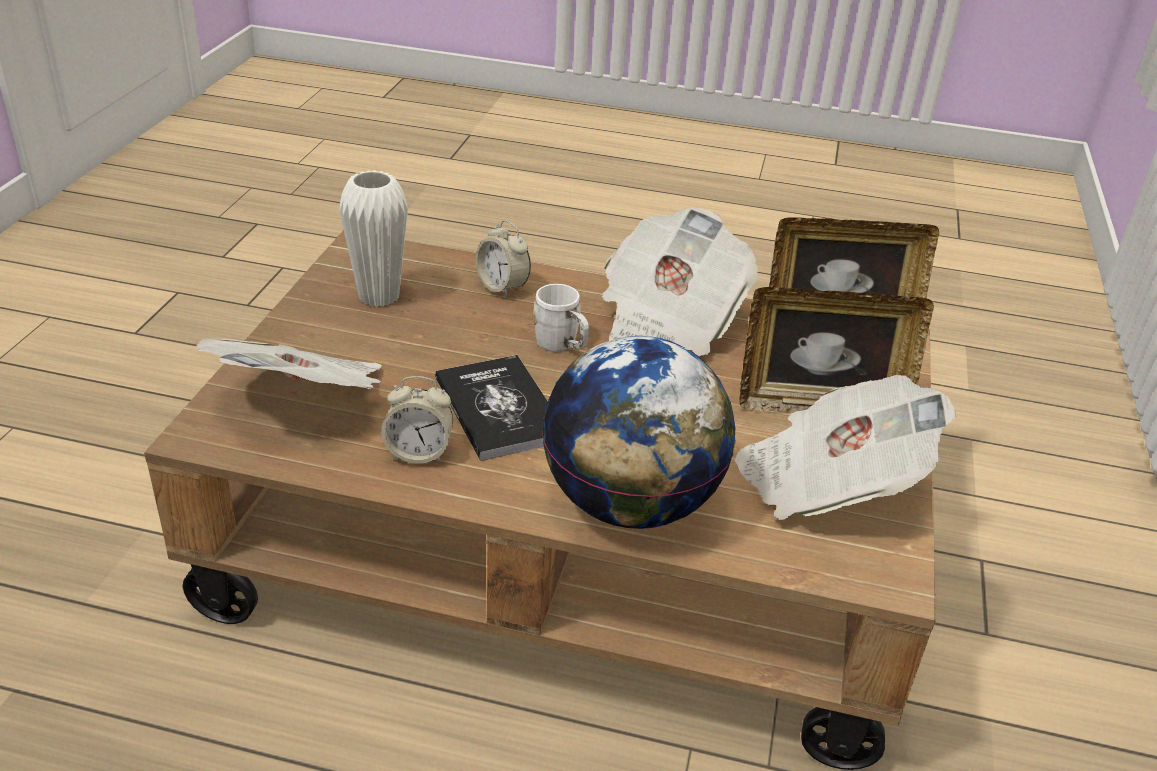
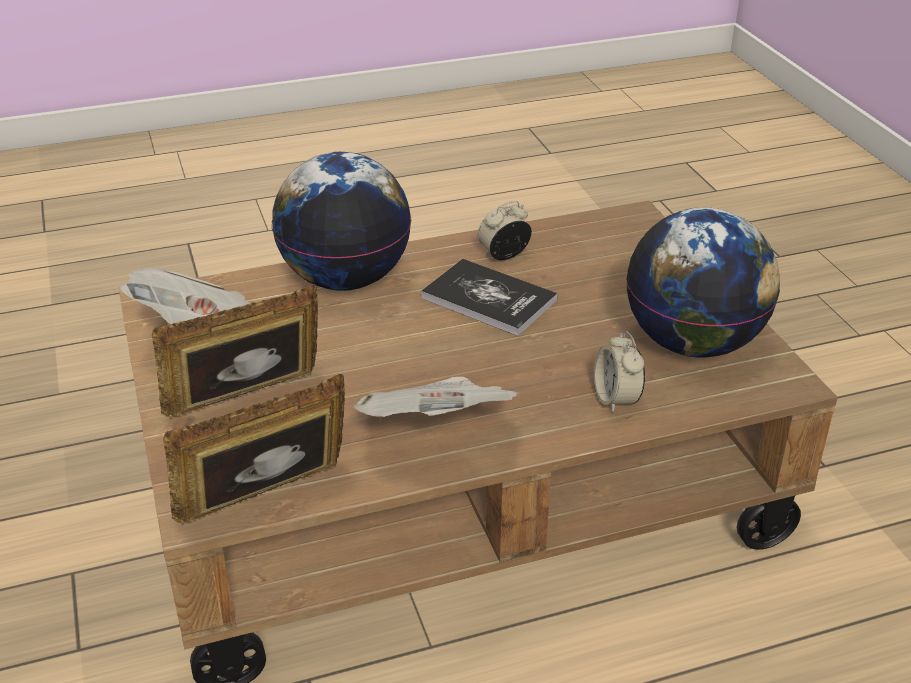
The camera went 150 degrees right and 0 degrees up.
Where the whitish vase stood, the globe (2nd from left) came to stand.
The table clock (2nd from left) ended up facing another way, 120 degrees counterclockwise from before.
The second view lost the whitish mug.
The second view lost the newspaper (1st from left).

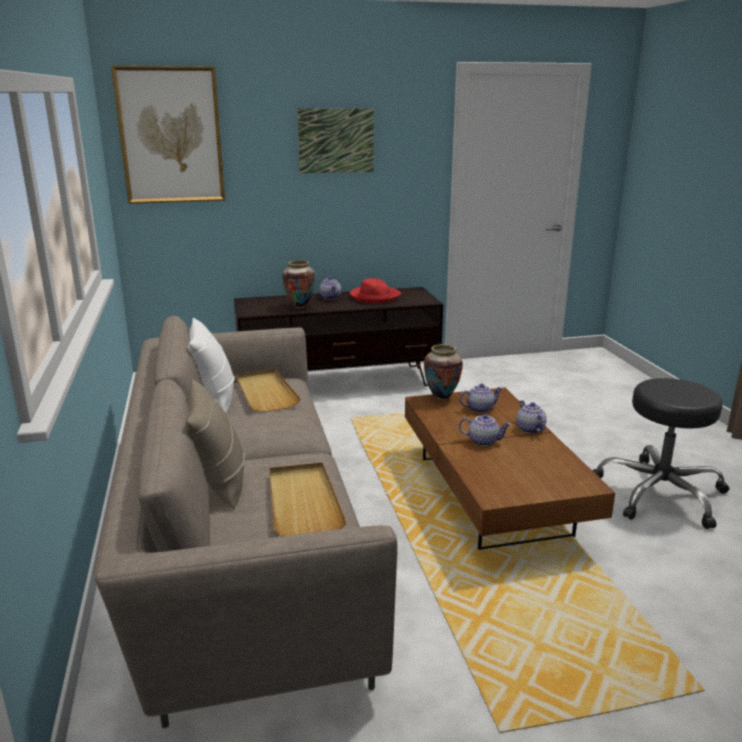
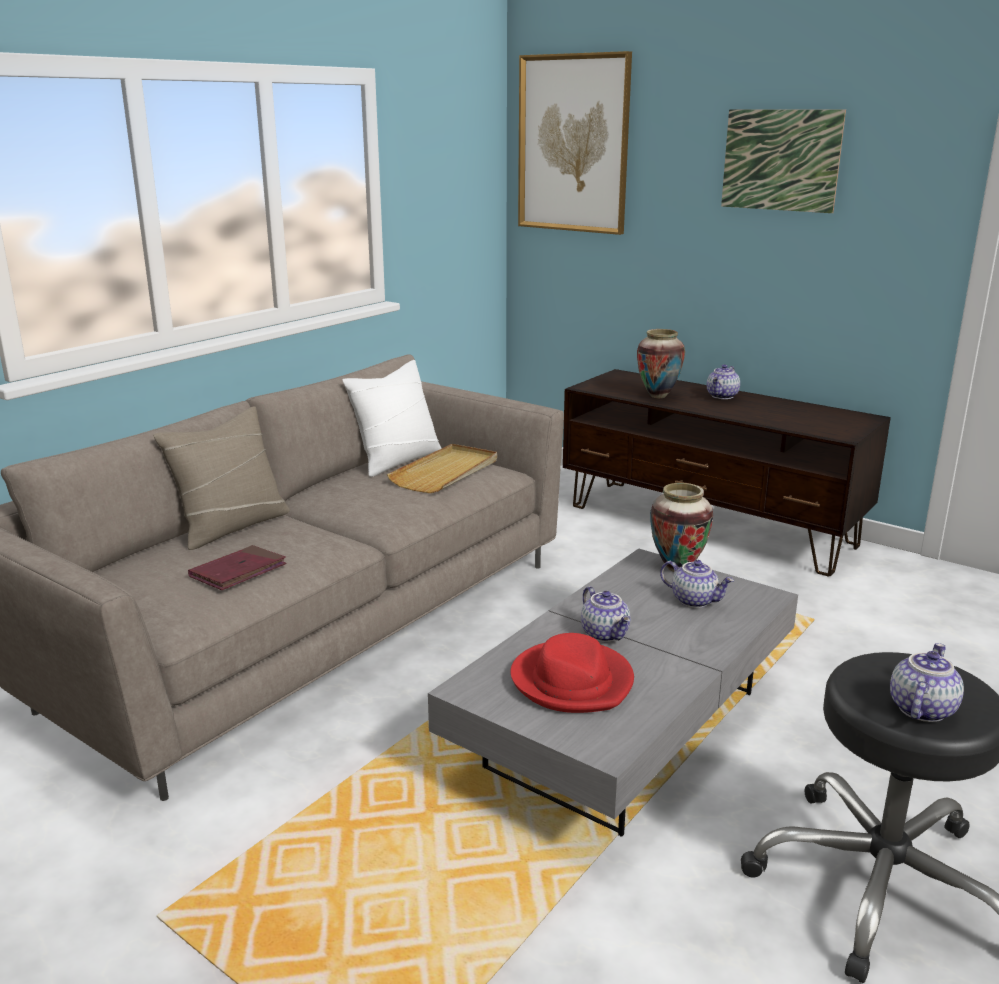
The camera went 50 degrees right and 0 degrees up.
The red-coloured clothing hat ended up elsewhere.
What was the brown-coloured low table turned into the greyish low table.
The pot for tea (4th from left) ended up elsewhere.
Where the sand-coloured carrying tray (2nd from left) stood, the red-coloured bound book came to stand.

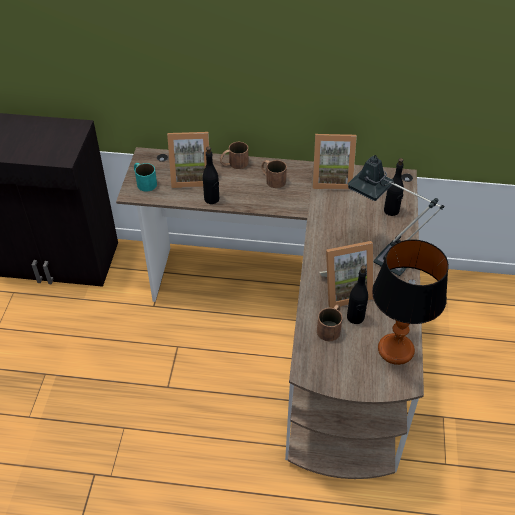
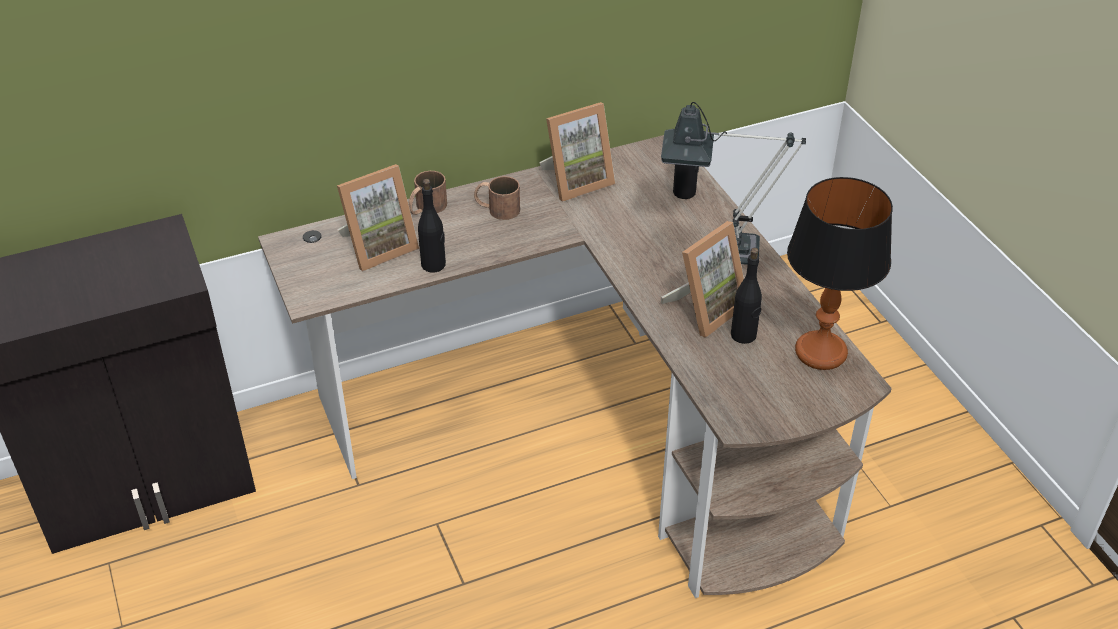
The camera went 30 degrees left and 5 degrees down.
The second view lost the turquoise mug.
The second view lost the brown-coloured mug (3rd from left).

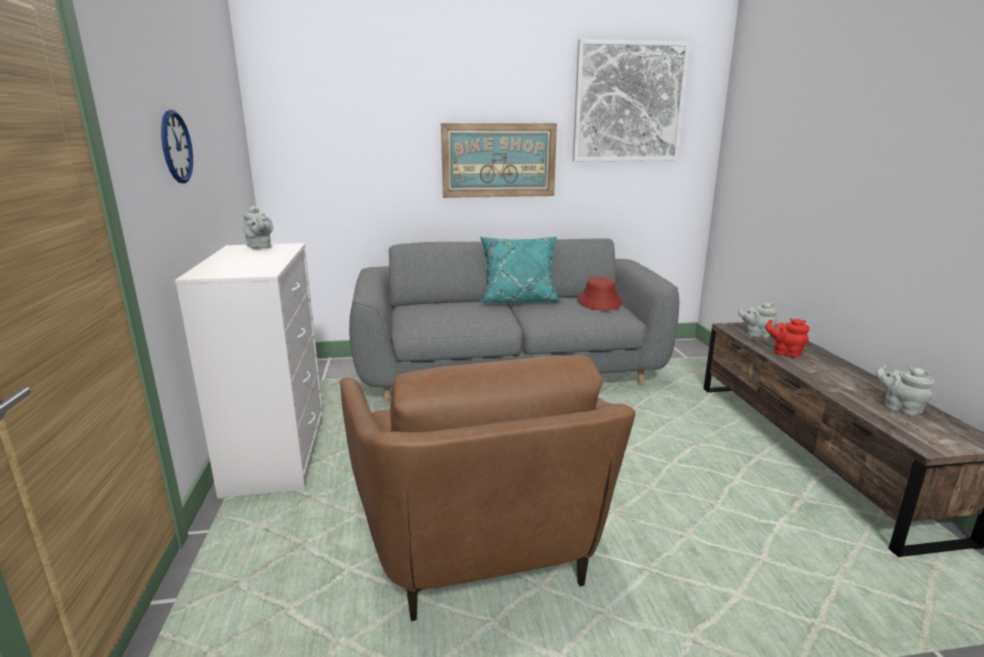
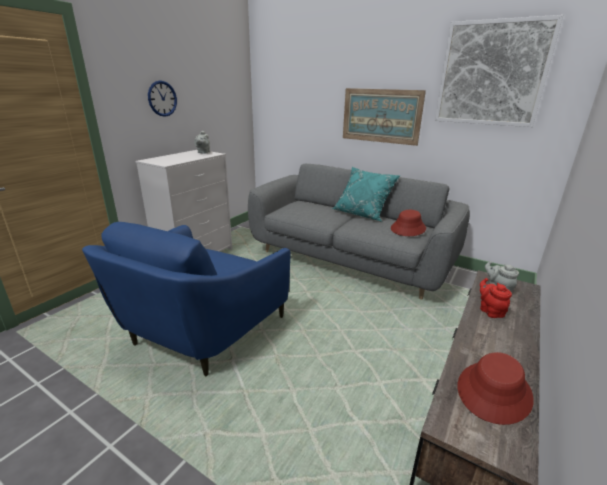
The camera went 40 degrees right and 5 degrees up.
What was the brown-coloured easy chair turned into the bluish easy chair.
Where the greyish pot for tea (3rd from left) stood, the red-coloured clothing hat (2nd from left) came to stand.

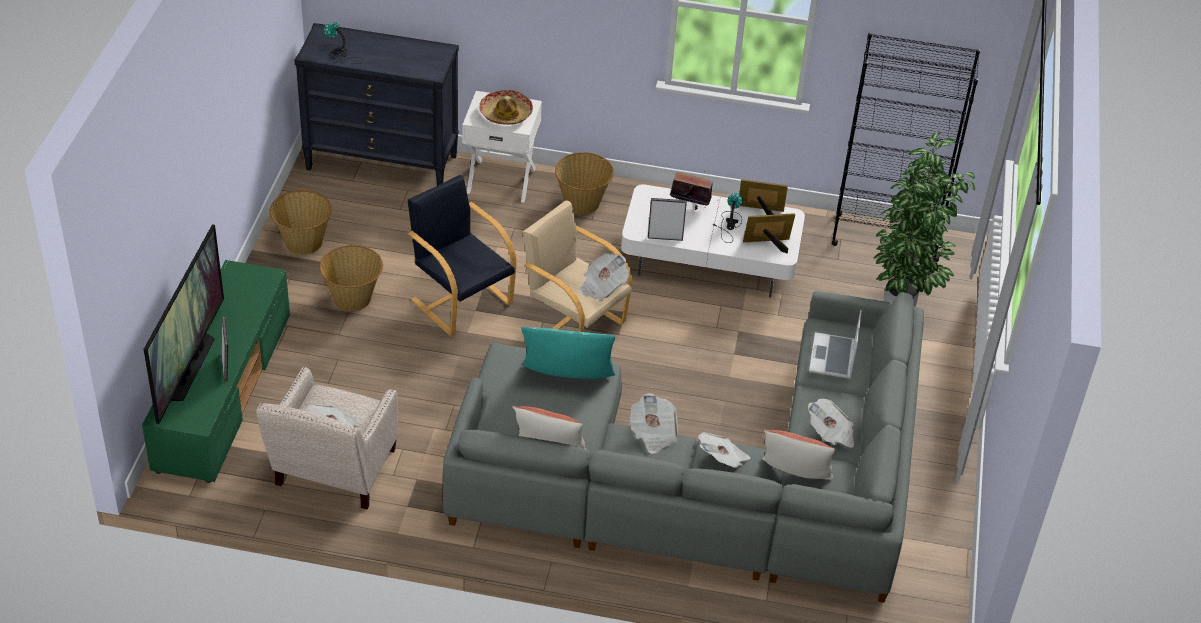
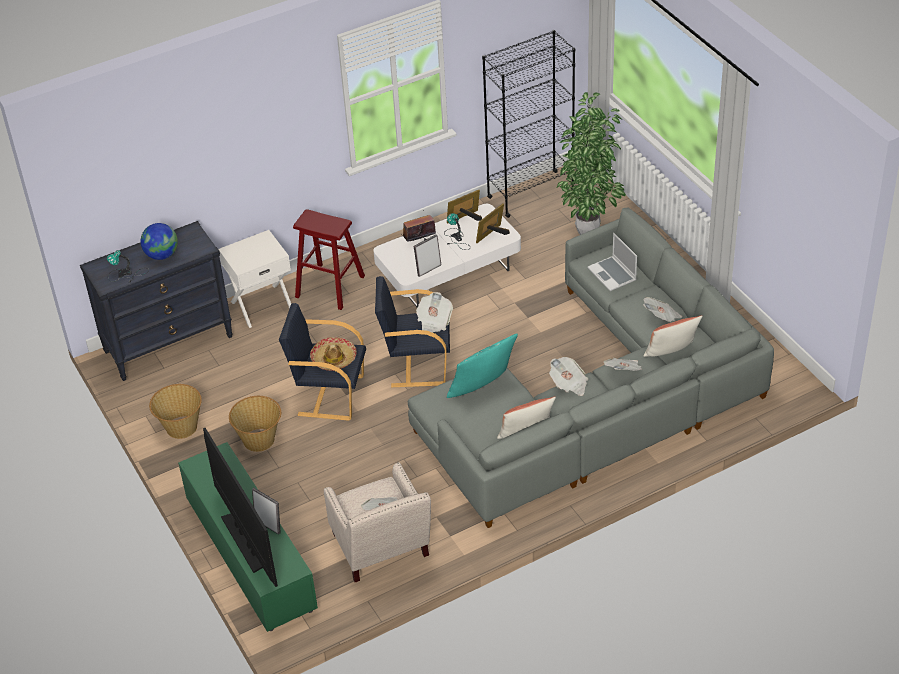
The camera went 35 degrees left and 0 degrees up.
The clothing hat ended up elsewhere.
Where the basket (3rd from left) stood, the red-coloured stool came to stand.
What was the sand-coloured easy chair (2nd from left) turned into the black-coloured easy chair (2nd from left).
The second view gained the globe.

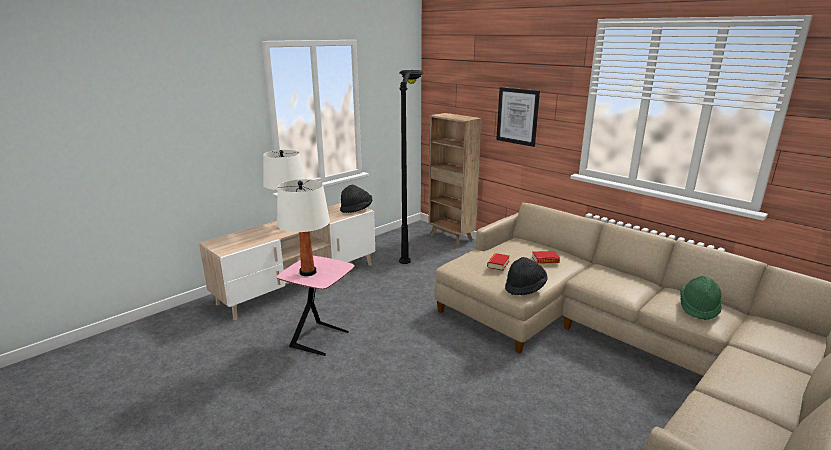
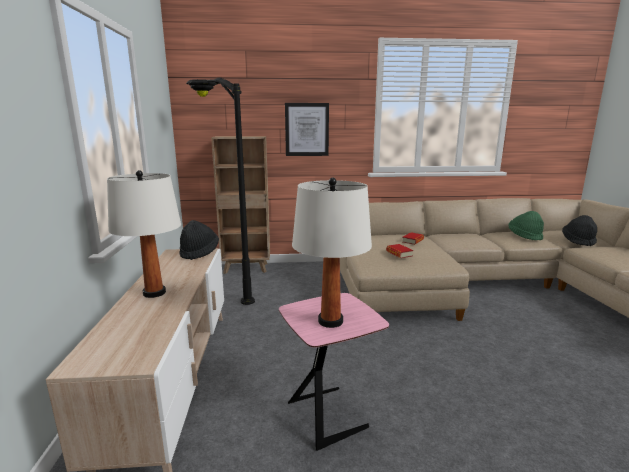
The camera went 50 degrees left and 5 degrees down.
The black-coloured clothing hat (2nd from left) ended up elsewhere.

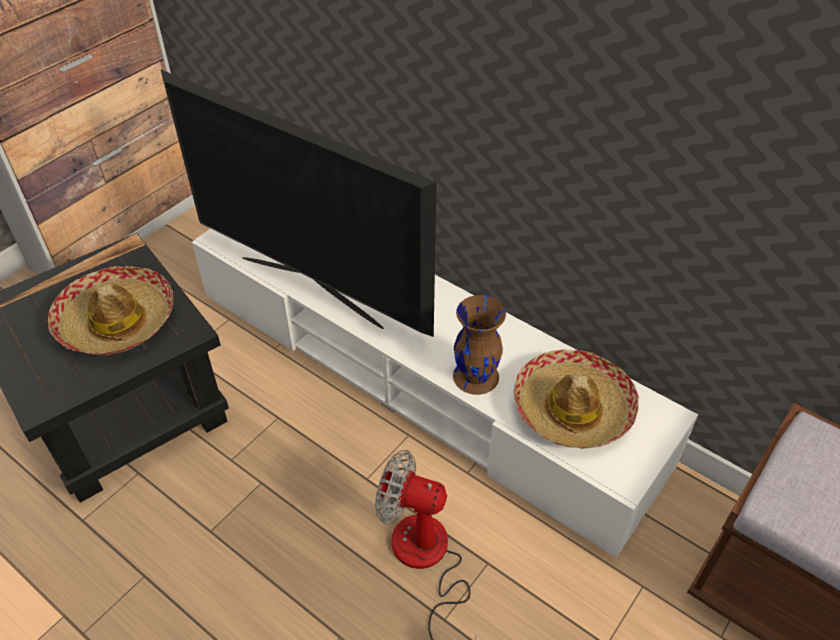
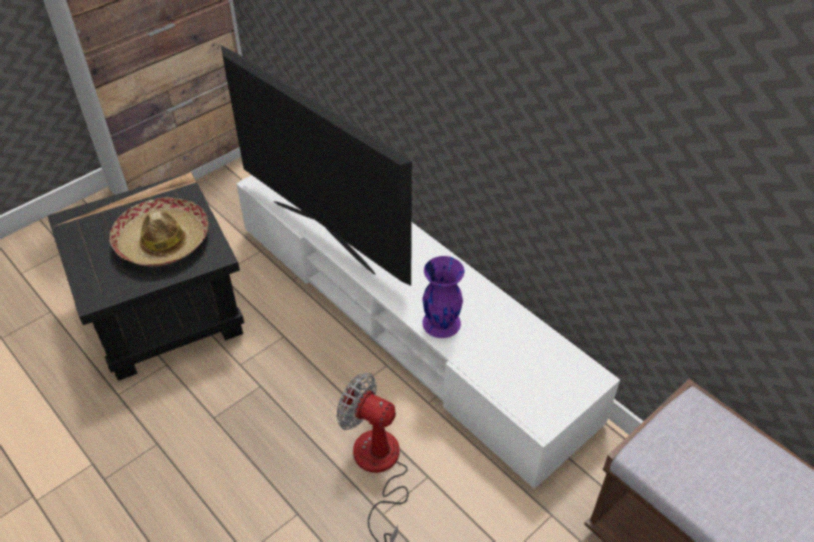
The camera went 10 degrees right and 0 degrees up.
What was the brown-coloured vase turned into the purple-coloured vase.
The second view lost the clothing hat (2nd from left).

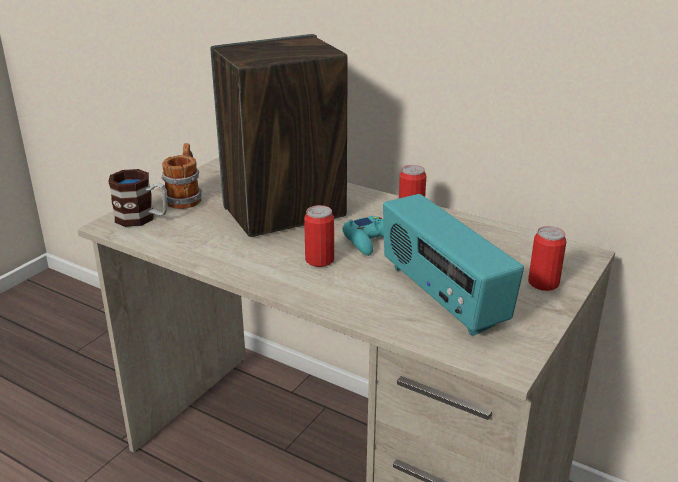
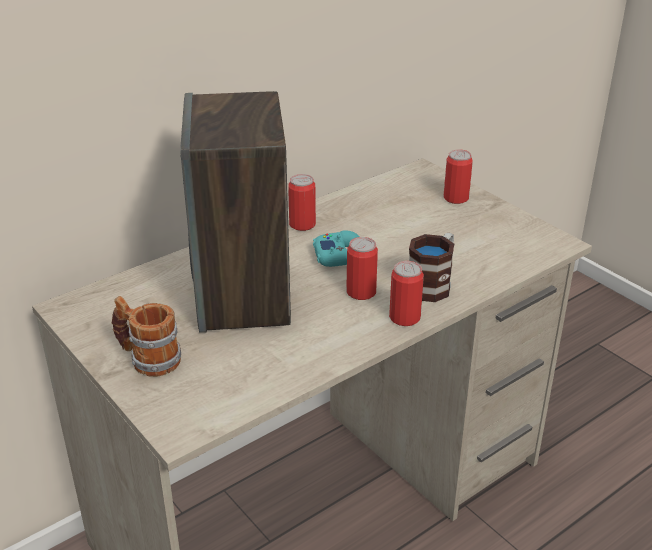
The camera went 70 degrees left and 5 degrees up.
The mug (1st from left in the first image) ended up elsewhere.
The second view lost the radio.
The second view gained the can (3rd from left).

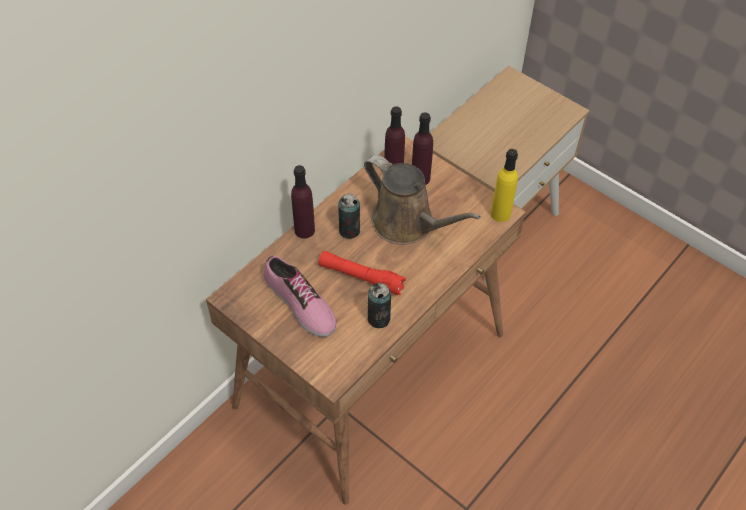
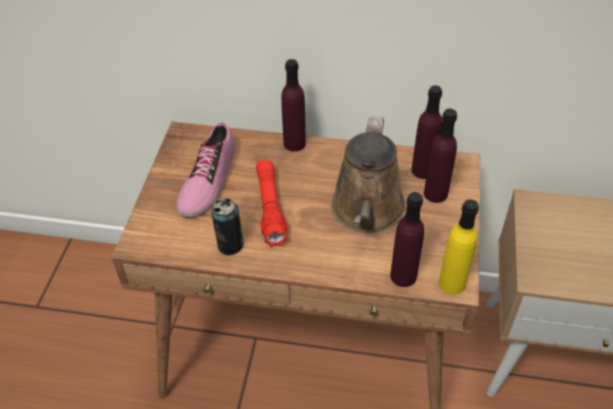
The camera went 60 degrees right and 5 degrees down.
The second view lost the can (1st from left).
The second view gained the purple-coloured drink bottle (2nd from left).

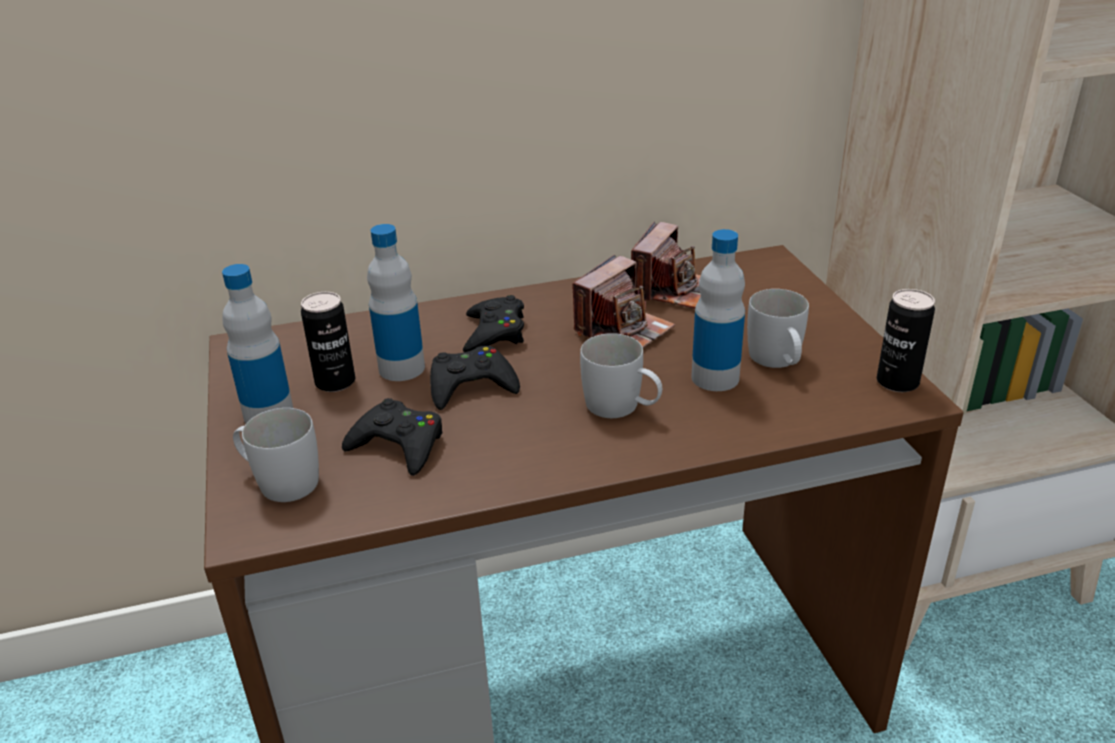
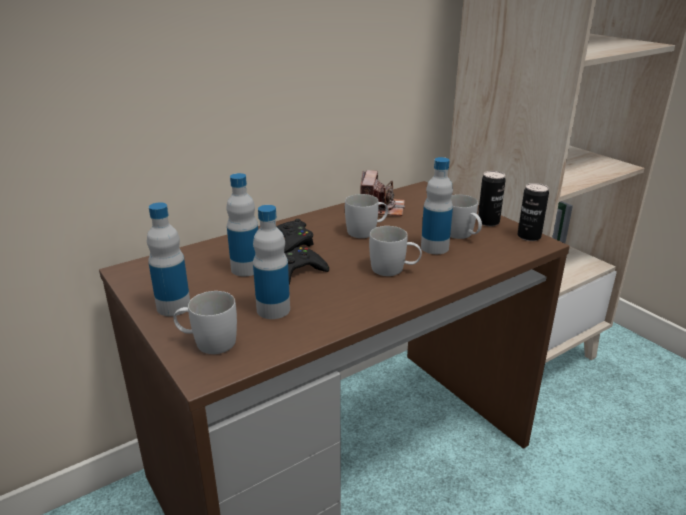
The camera went 20 degrees left and 5 degrees down.
Where the photo camera (1st from left) stood, the whitish mug (2nd from left) came to stand.
The can (1st from left) ended up elsewhere.
Where the black-coloured joypad (1st from left) stood, the drink bottle (3rd from left) came to stand.

